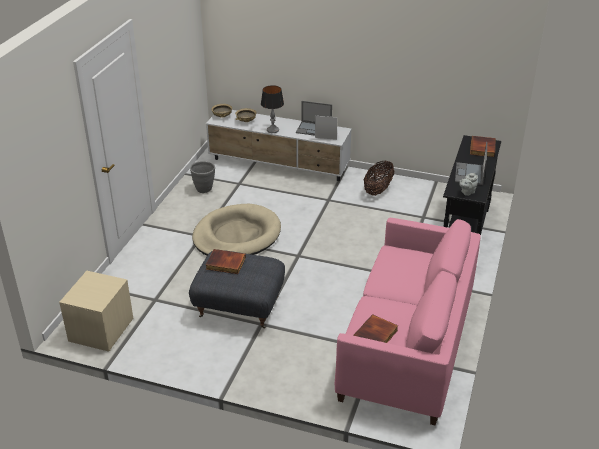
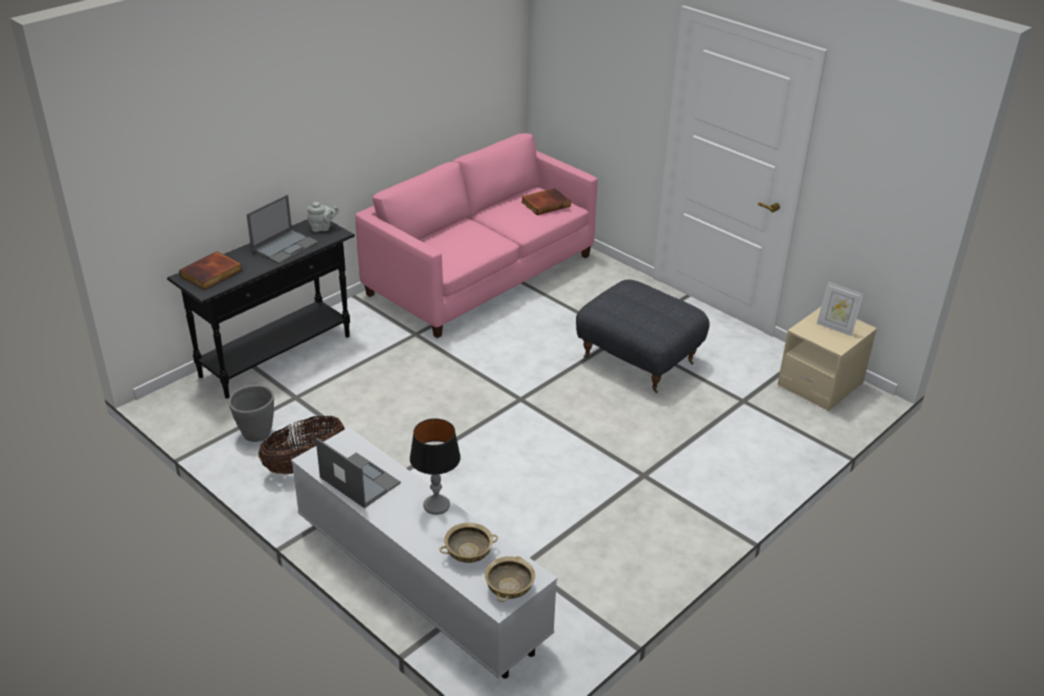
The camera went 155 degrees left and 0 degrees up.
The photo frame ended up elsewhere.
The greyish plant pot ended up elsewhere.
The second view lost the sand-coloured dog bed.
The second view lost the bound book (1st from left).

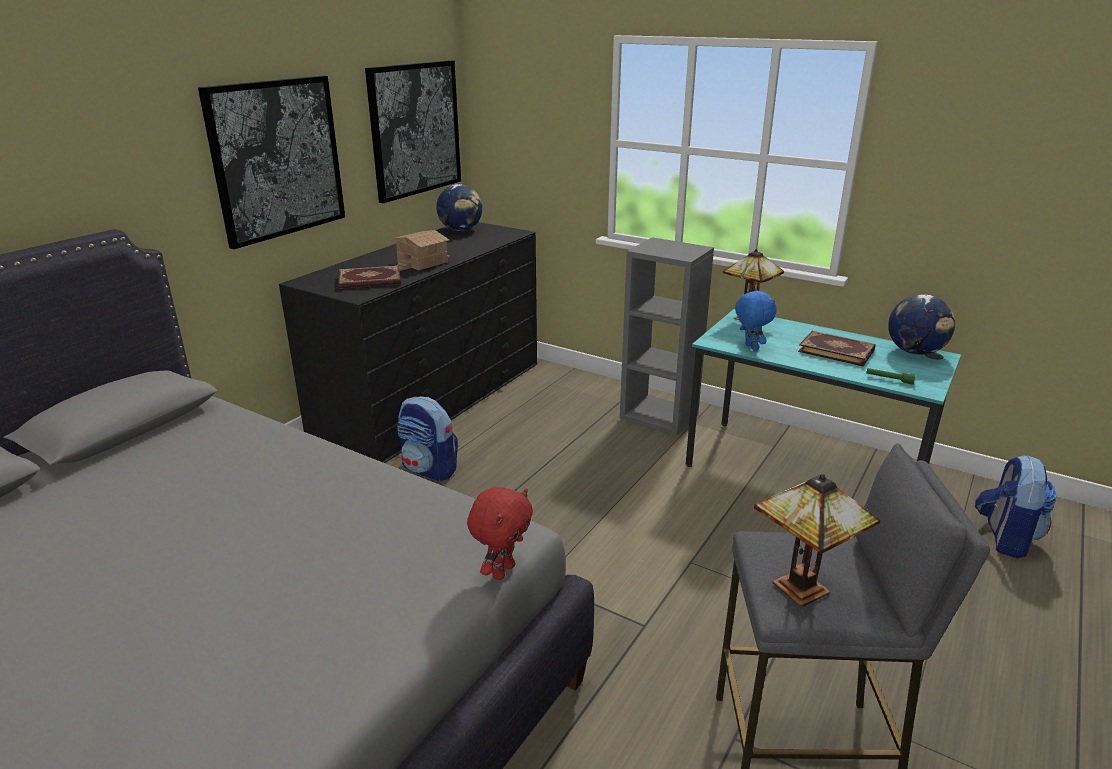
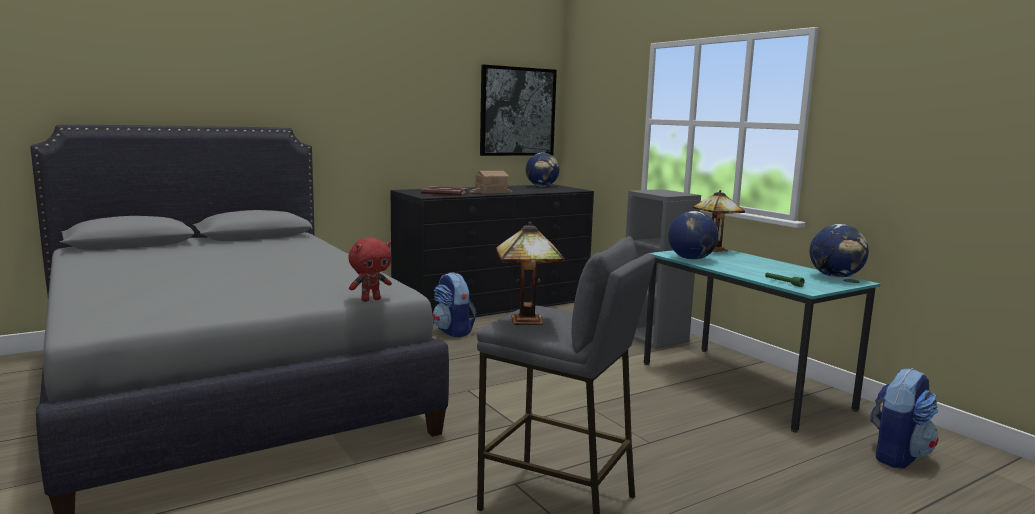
The camera went 25 degrees right and 15 degrees down.
The second view lost the picture (1st from left).
Where the bluish soft toy stood, the globe (2nd from left) came to stand.
The second view lost the bound book (2nd from left).

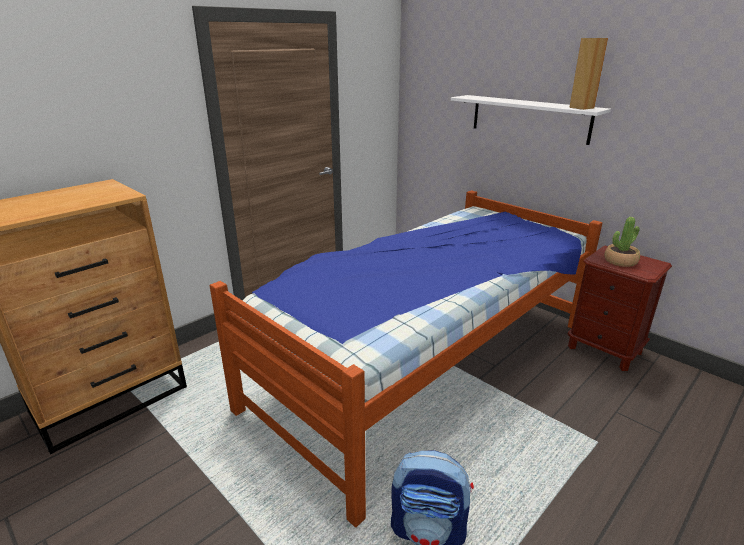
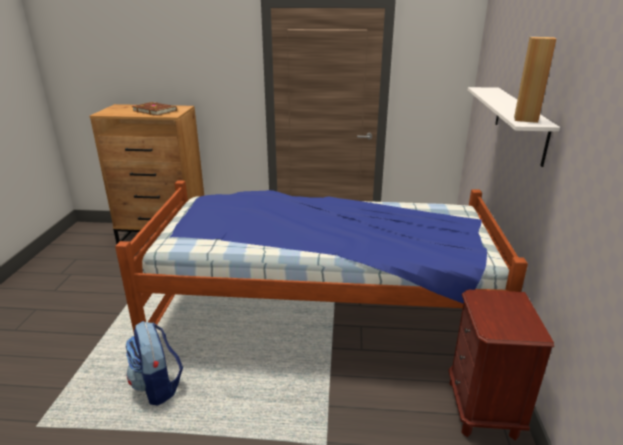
The camera went 50 degrees right and 0 degrees up.
The second view lost the potted plant.
The second view gained the brown-coloured bound book.

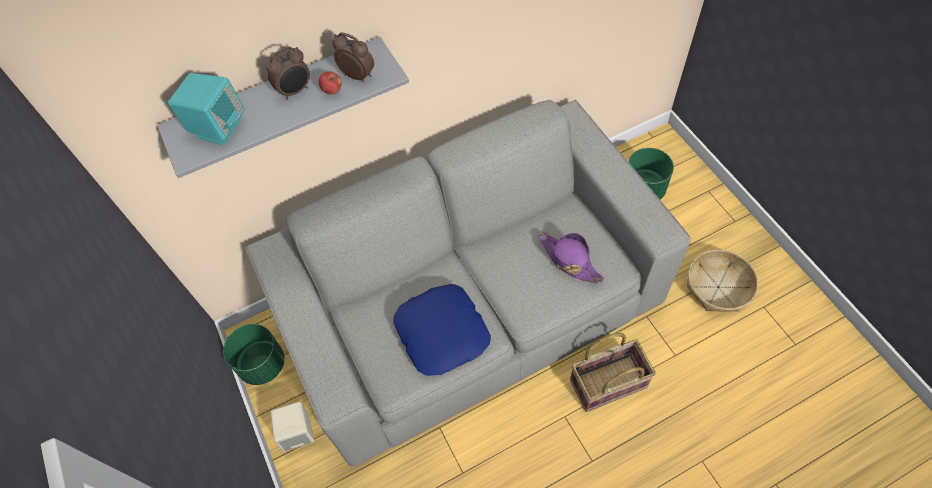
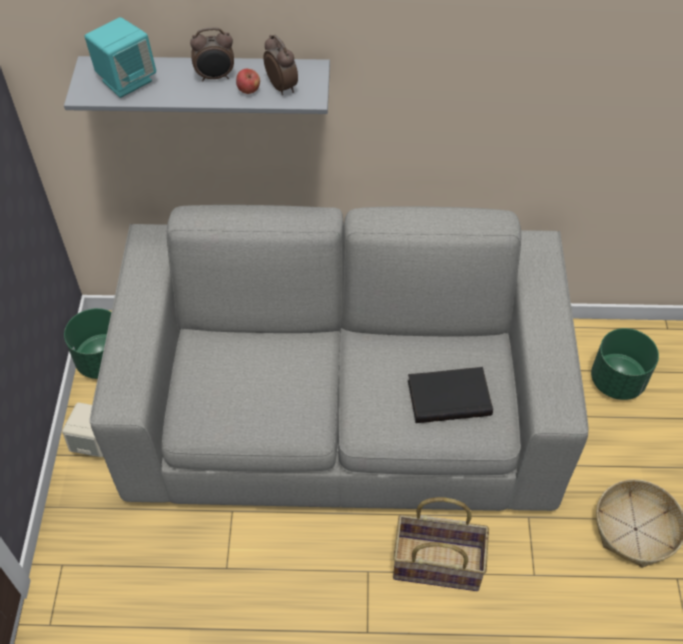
The camera went 25 degrees right and 5 degrees down.
Where the purple-coloured clothing hat stood, the black-coloured bound book came to stand.
The second view lost the bluish pillow.

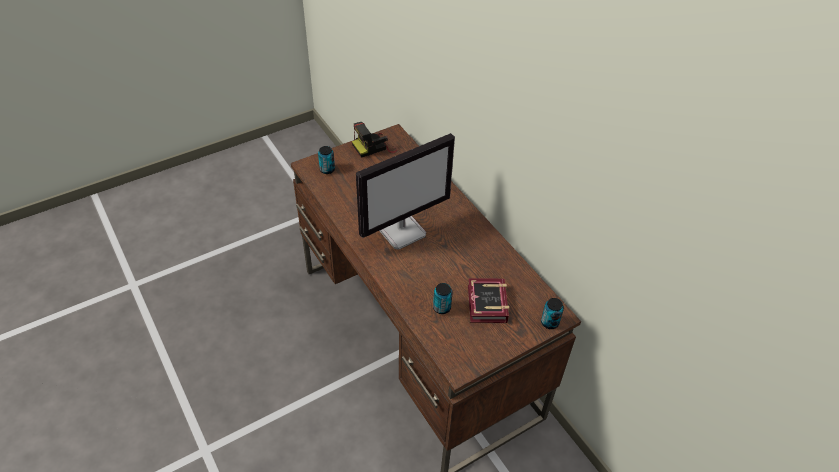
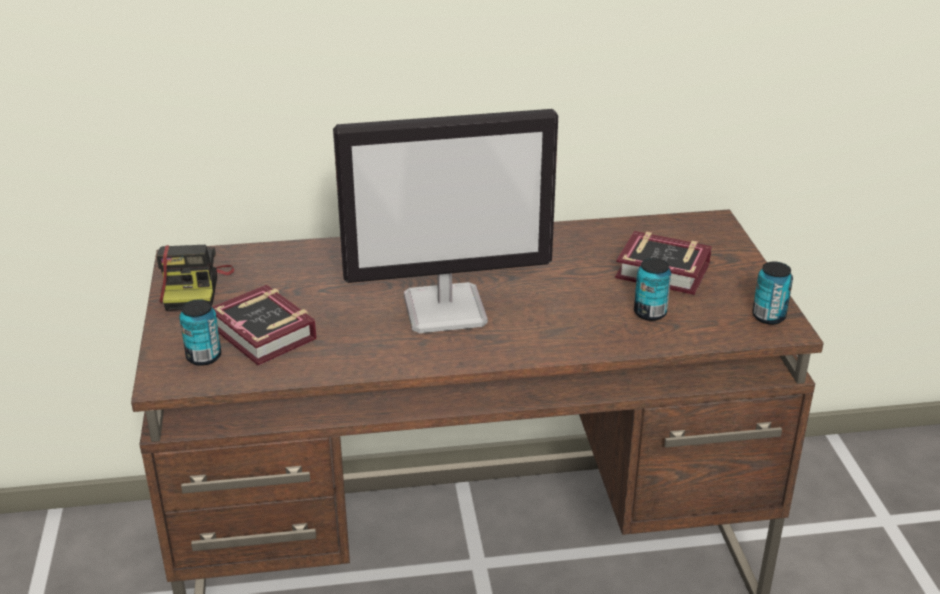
The camera went 65 degrees left and 15 degrees down.
The monitor ended up facing another way, 90 degrees clockwise from before.
The can (3rd from left) ended up elsewhere.
The second view gained the bound book (1st from left).

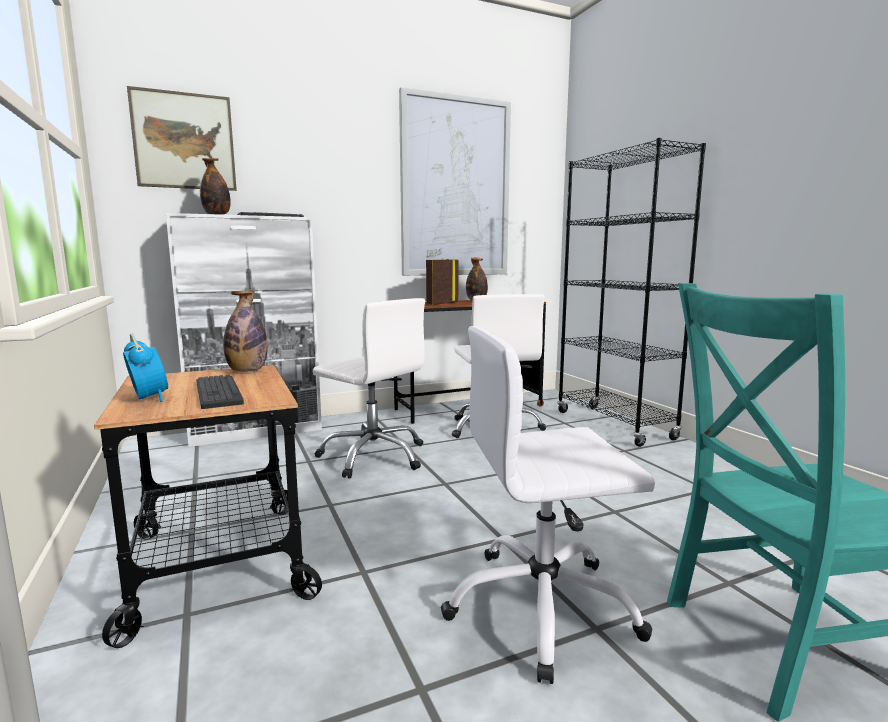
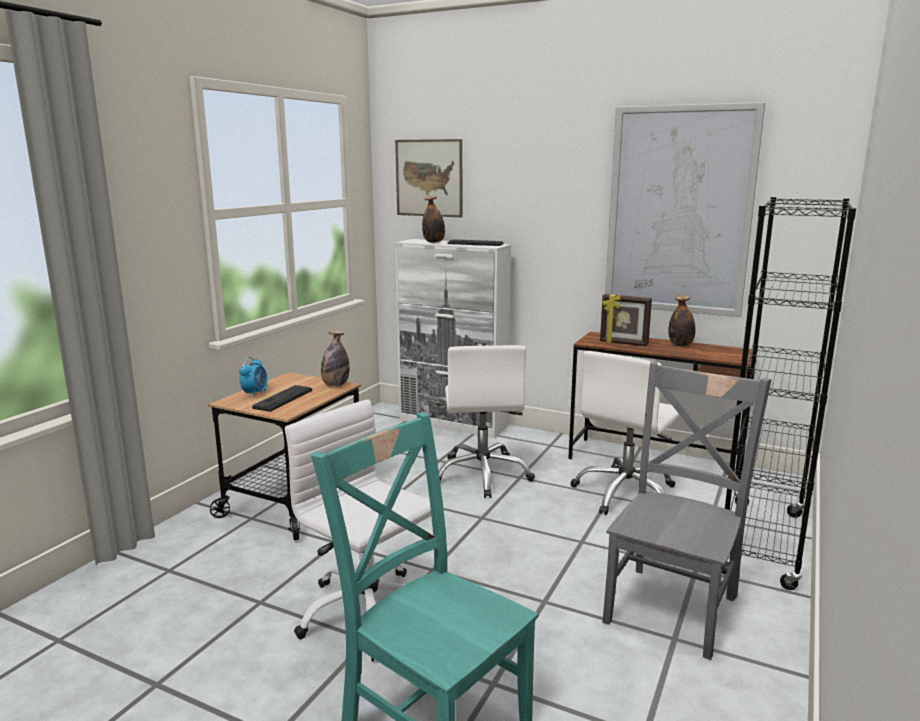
The camera went 50 degrees right and 5 degrees up.
The photo frame ended up facing another way, 150 degrees counterclockwise from before.
The second view gained the greyish upright chair.

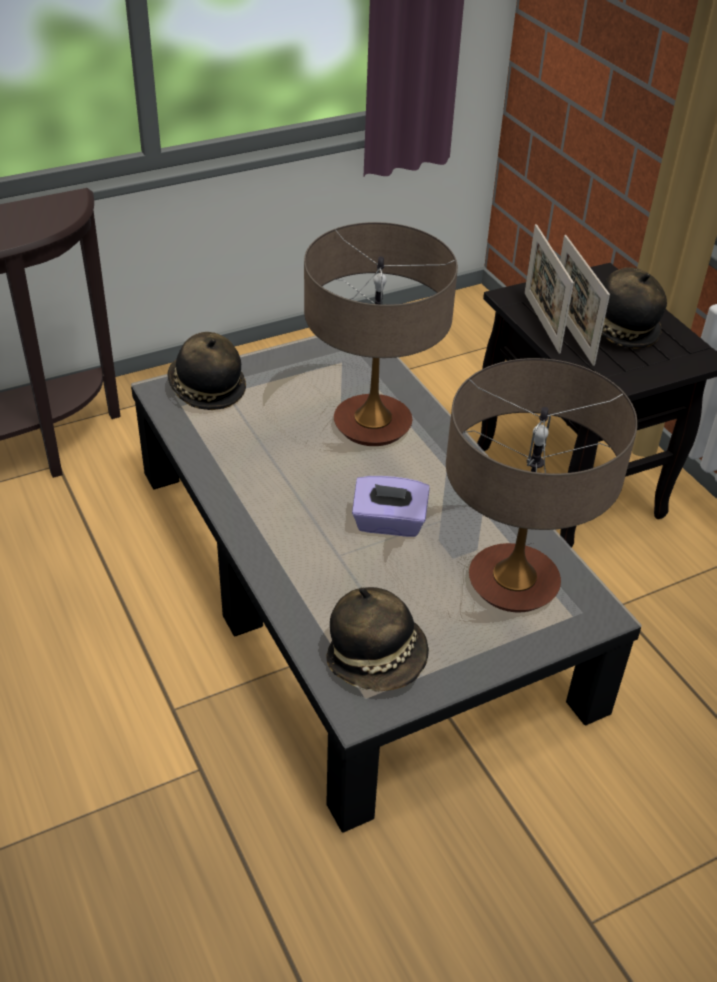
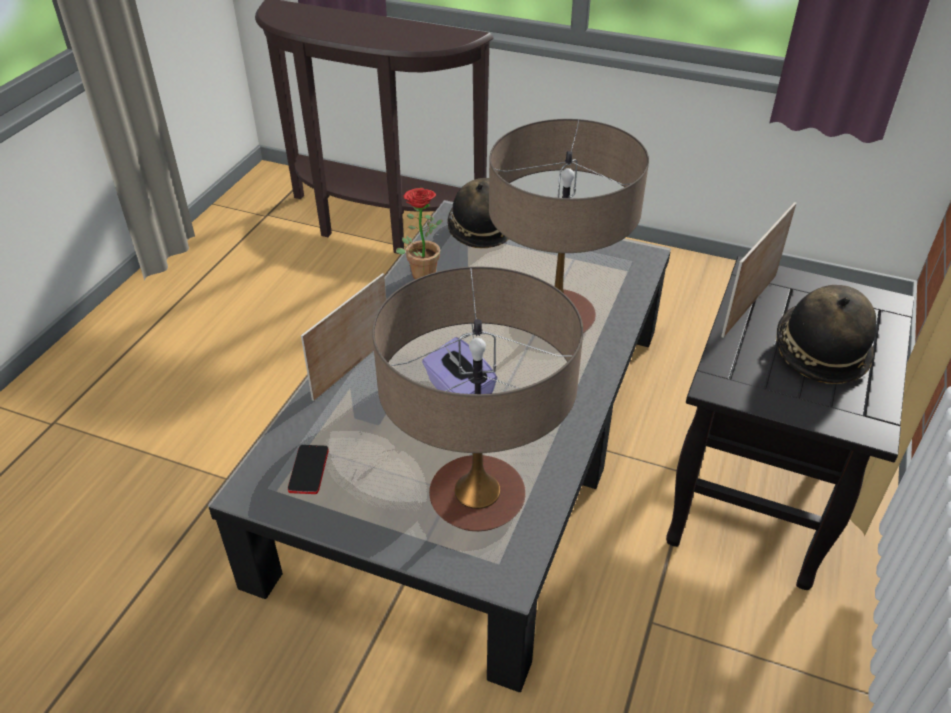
The camera went 50 degrees right and 0 degrees up.
The photo frame (2nd from left in the first image) ended up elsewhere.
Where the clothing hat (2nd from left) stood, the phone came to stand.
The second view gained the potted plant.

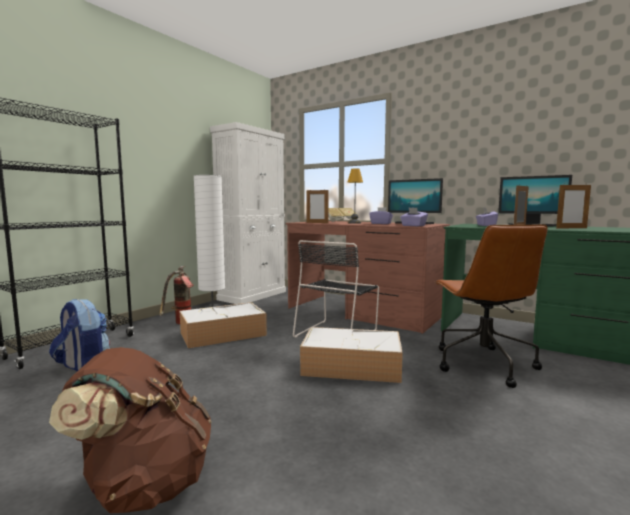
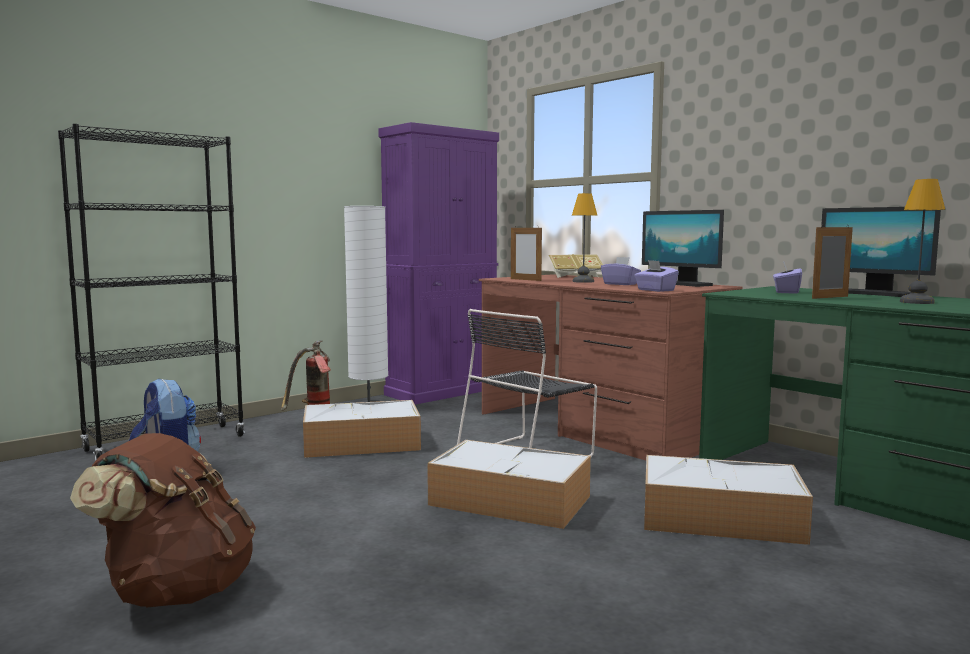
The camera went 15 degrees right and 0 degrees up.
What was the whitish cabinet turned into the purple-coloured cabinet.
Where the photo frame (3rd from left) stood, the lamp for a table (2nd from left) came to stand.
Where the brown-coloured desk chair stood, the storage bin (3rd from left) came to stand.

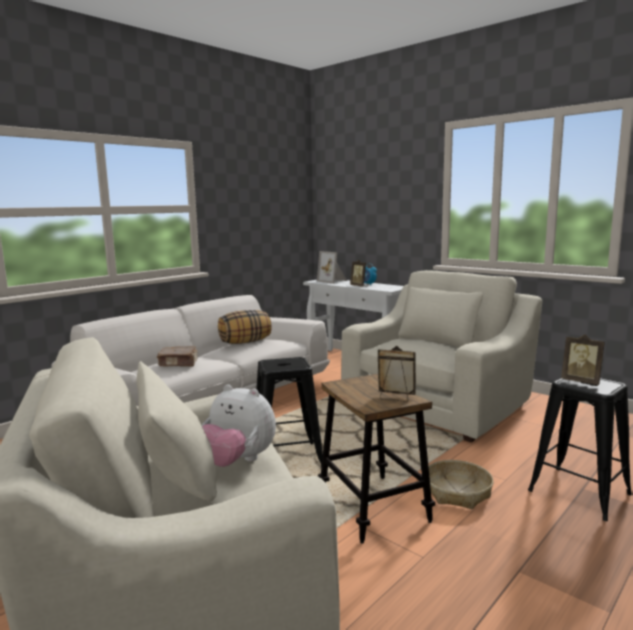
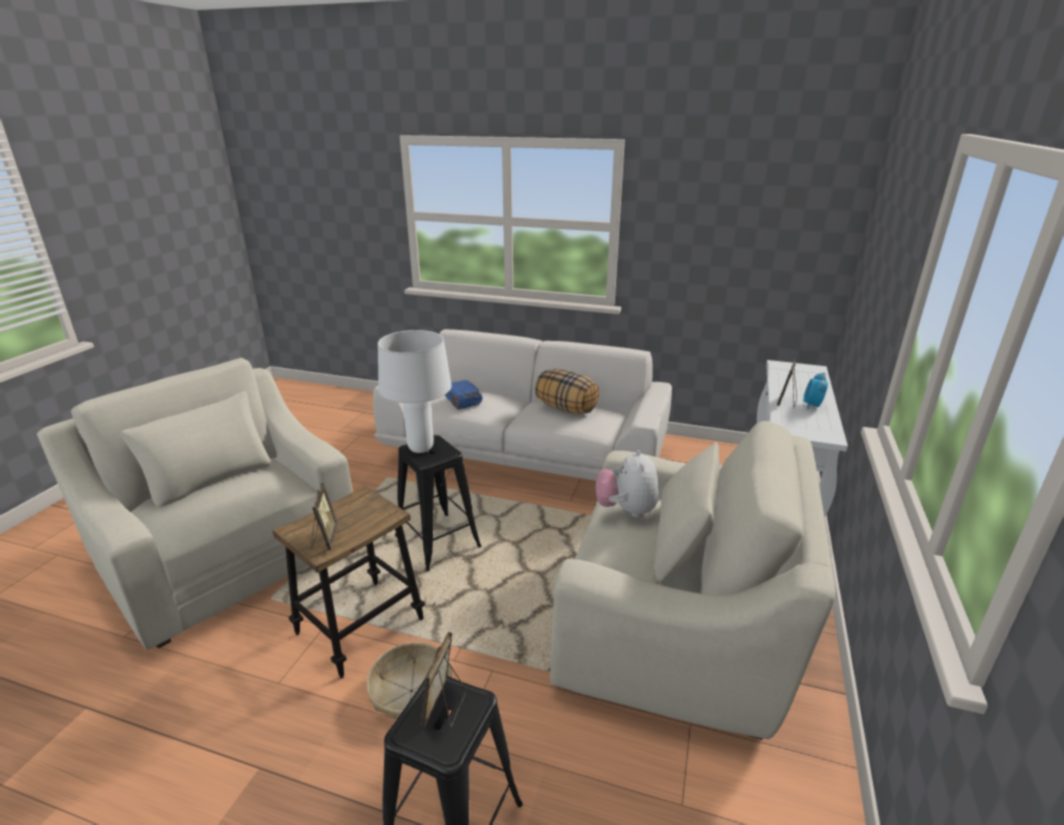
The camera went 65 degrees right and 15 degrees up.
The second view lost the photo frame (1st from left).
What was the brown-coloured bound book turned into the bluish bound book.
The soft toy ended up elsewhere.
The second view gained the whitish lamp for a table.

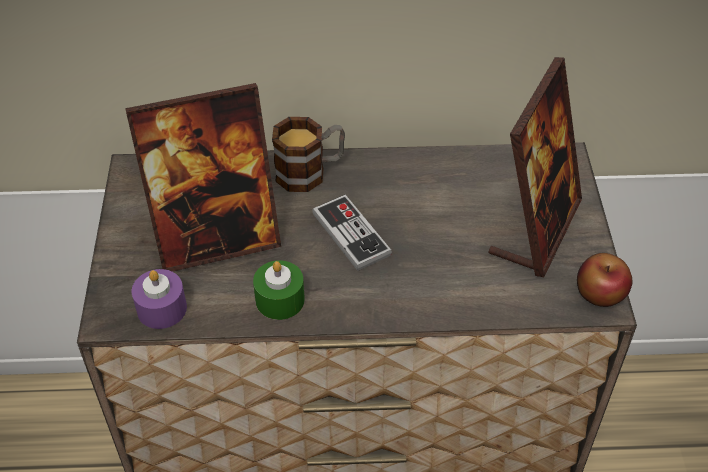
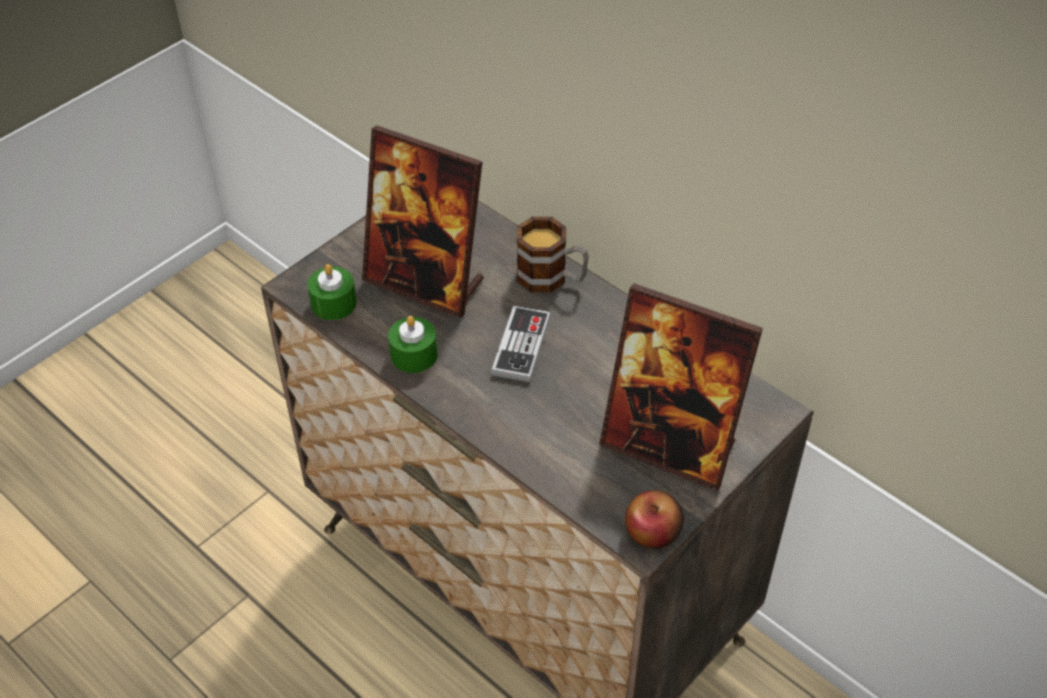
The camera went 45 degrees right and 0 degrees up.
The photo frame (2nd from left) ended up facing another way, 45 degrees clockwise from before.
What was the purple-coloured wax candle turned into the greenish wax candle (1st from left).

